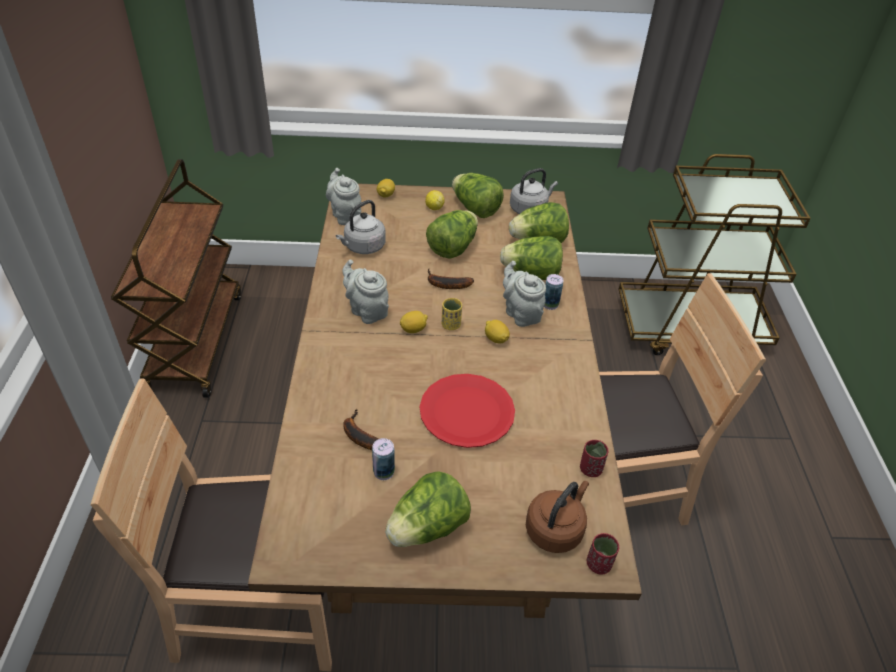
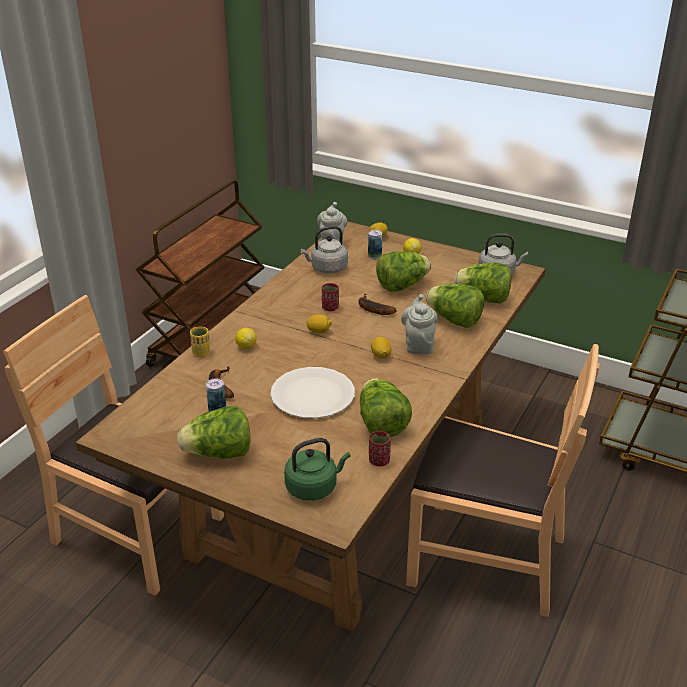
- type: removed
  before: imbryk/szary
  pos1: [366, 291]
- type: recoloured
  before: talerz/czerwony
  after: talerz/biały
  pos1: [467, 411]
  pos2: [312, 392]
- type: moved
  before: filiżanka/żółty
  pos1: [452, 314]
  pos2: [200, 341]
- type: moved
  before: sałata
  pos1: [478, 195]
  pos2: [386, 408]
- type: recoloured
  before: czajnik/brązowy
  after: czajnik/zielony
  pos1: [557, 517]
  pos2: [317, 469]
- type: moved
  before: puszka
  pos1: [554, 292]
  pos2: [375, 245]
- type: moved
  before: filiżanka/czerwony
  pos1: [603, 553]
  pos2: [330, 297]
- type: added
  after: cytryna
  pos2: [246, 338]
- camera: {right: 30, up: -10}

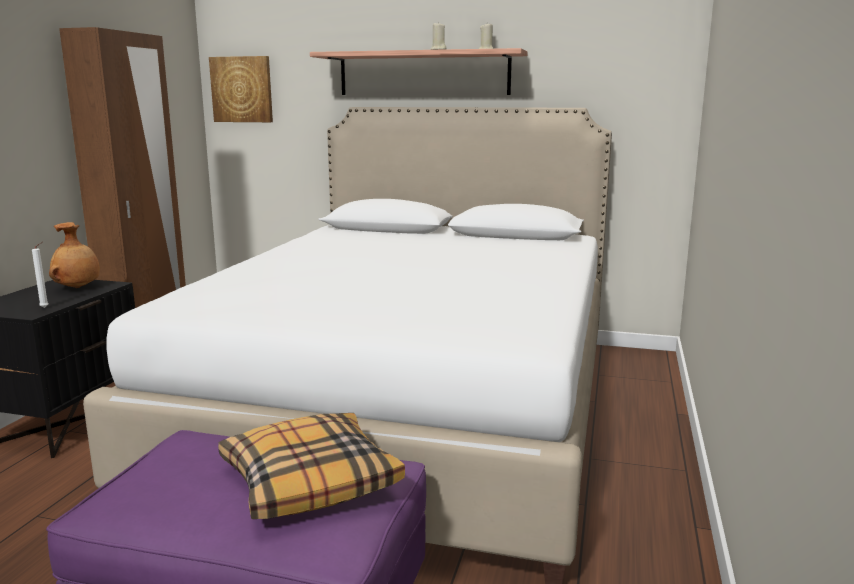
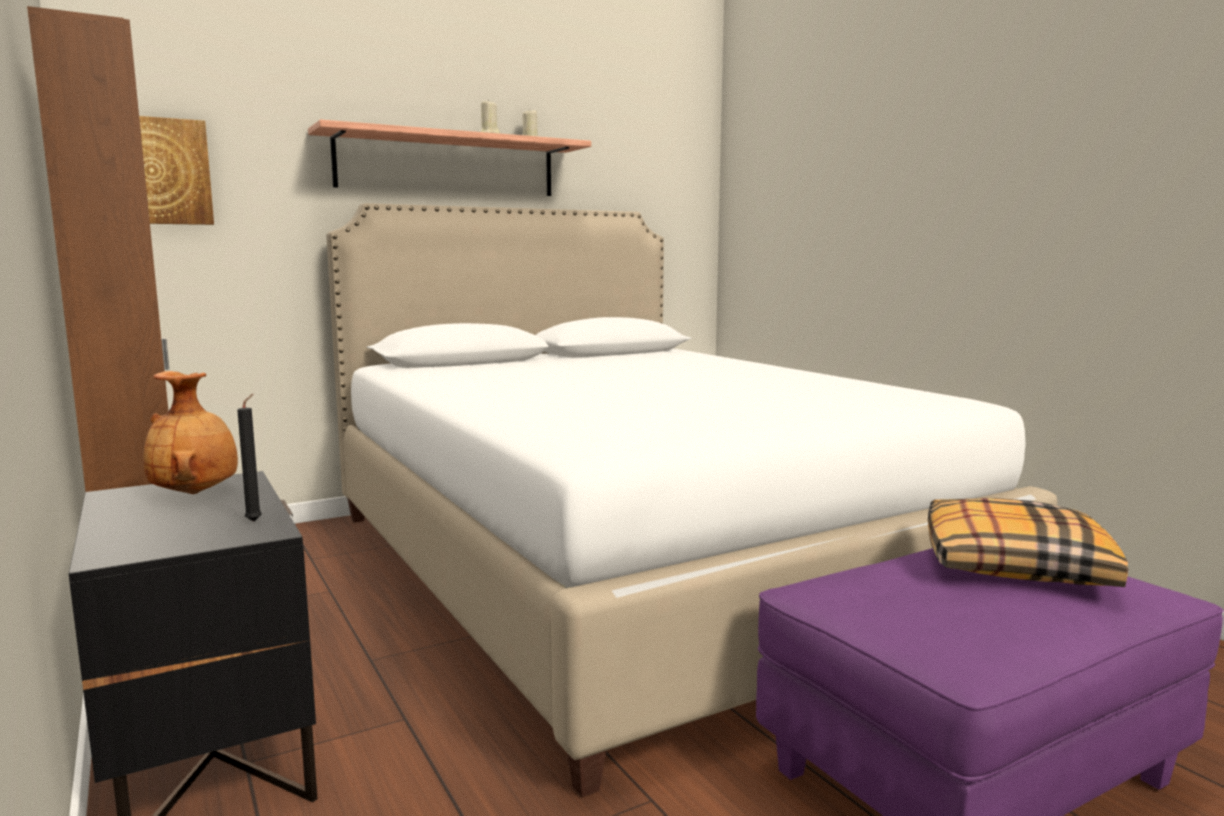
- type: recoloured
  before: świeca/biały
  after: świeca/czarny
  pos1: [40, 275]
  pos2: [249, 458]
- camera: {right: -45, up: -5}

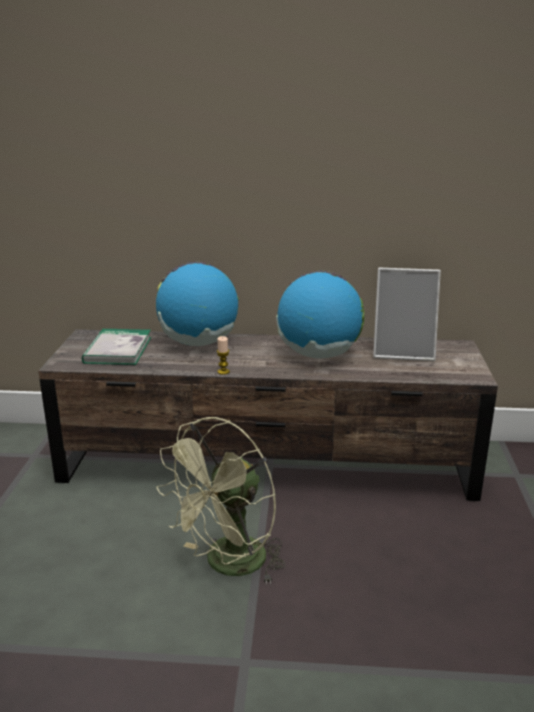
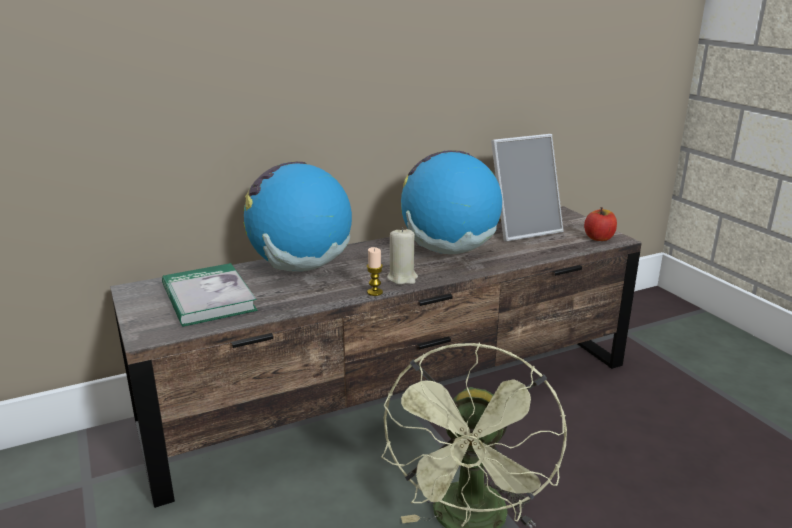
- type: added
  after: świeca/beżowy
  pos2: [402, 256]
- type: added
  after: jabłko
  pos2: [600, 224]
- camera: {right: -30, up: 0}

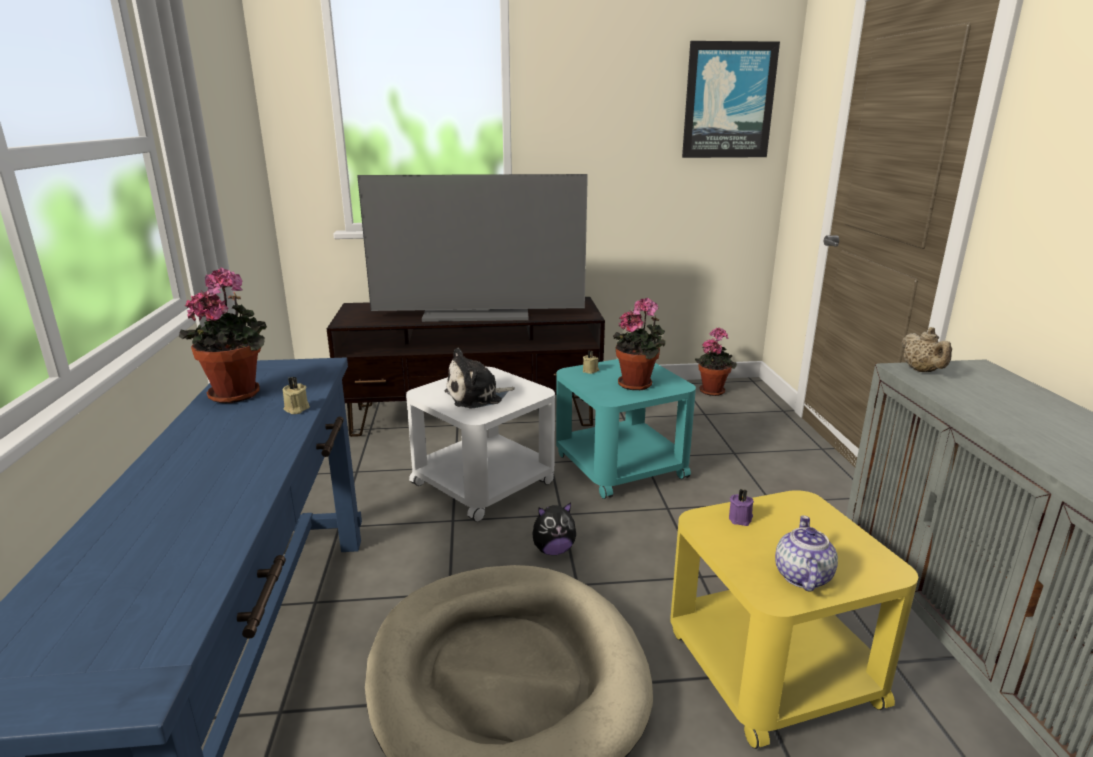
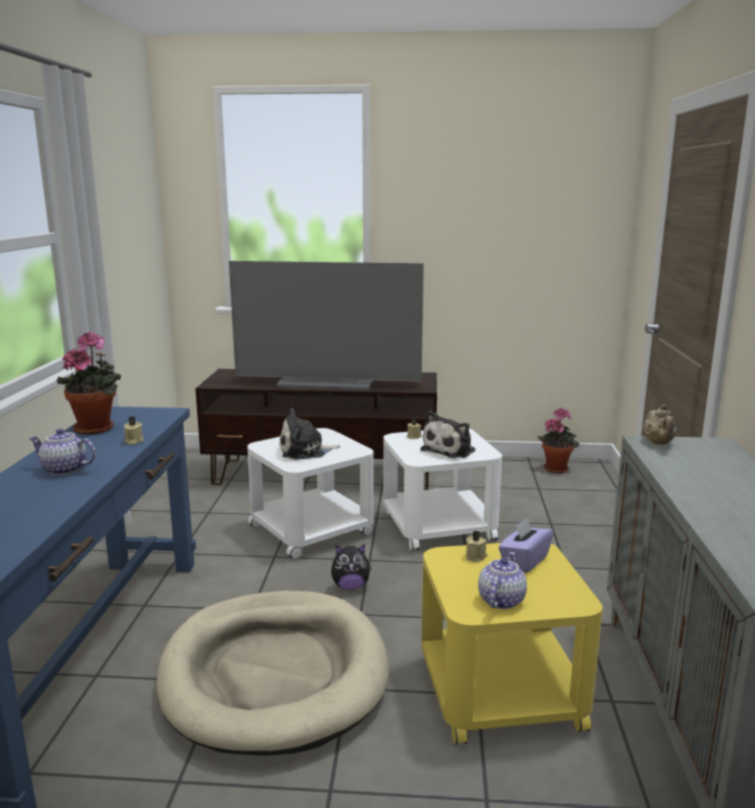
- type: recoloured
  before: stolik/turkusowy
  after: stolik/biały
  pos1: [626, 429]
  pos2: [442, 490]
- type: replaced
  before: roślina doniczkowa
  after: pluszak
  pos1: [639, 343]
  pos2: [447, 434]
- type: removed
  before: obraz
  pos1: [731, 99]
- type: recoloured
  before: świeca/fioletowy
  after: świeca/beżowy
  pos1: [741, 507]
  pos2: [477, 546]
- type: added
  after: imbryk
  pos2: [62, 452]
- type: added
  after: pudełko chusteczek/fioletowy
  pos2: [525, 545]
- camera: {right: 10, up: -5}

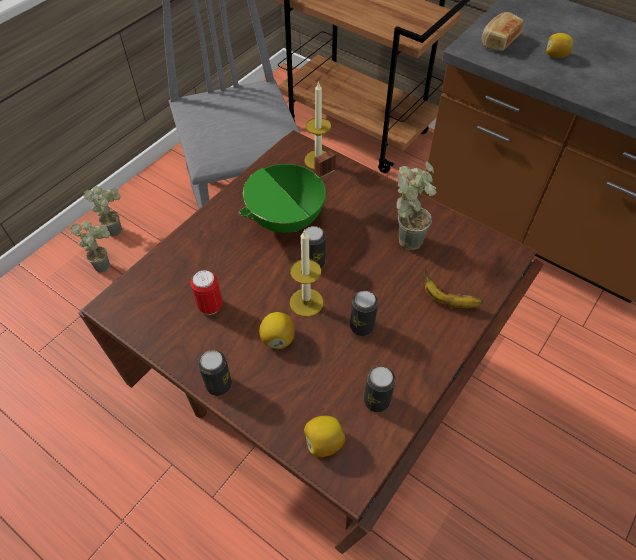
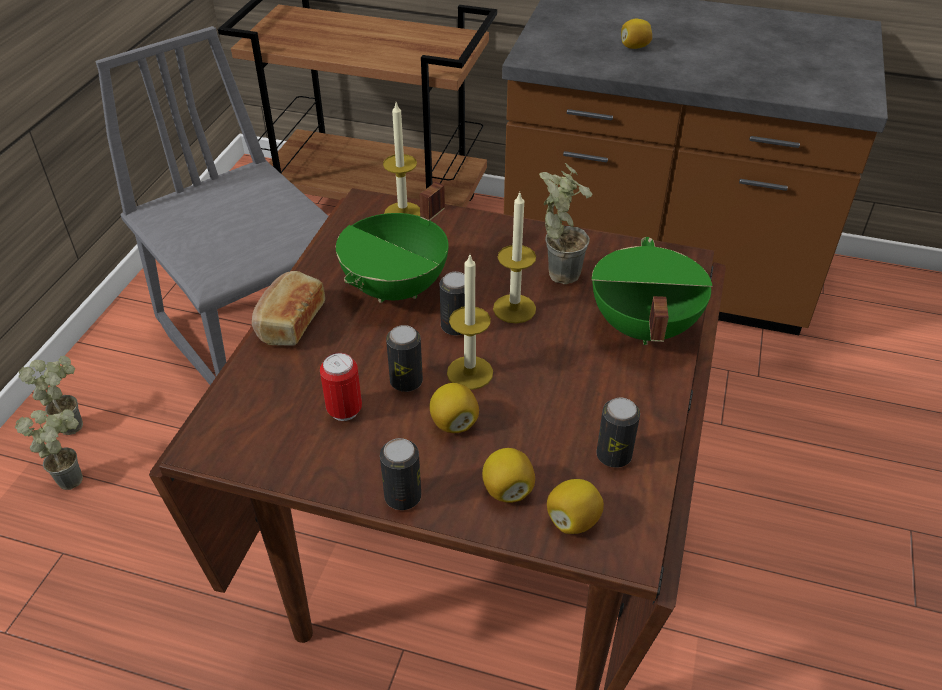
- type: moved
  before: puszka
  pos1: [364, 313]
  pos2: [404, 358]
- type: replaced
  before: banan
  after: garnek/zielony
  pos1: [454, 289]
  pos2: [652, 291]
- type: moved
  before: chleb
  pos1: [503, 31]
  pos2: [288, 308]
- type: added
  after: cytryna
  pos2: [508, 475]
- type: added
  after: świeca
  pos2: [514, 257]
- camera: {right: -20, up: -10}

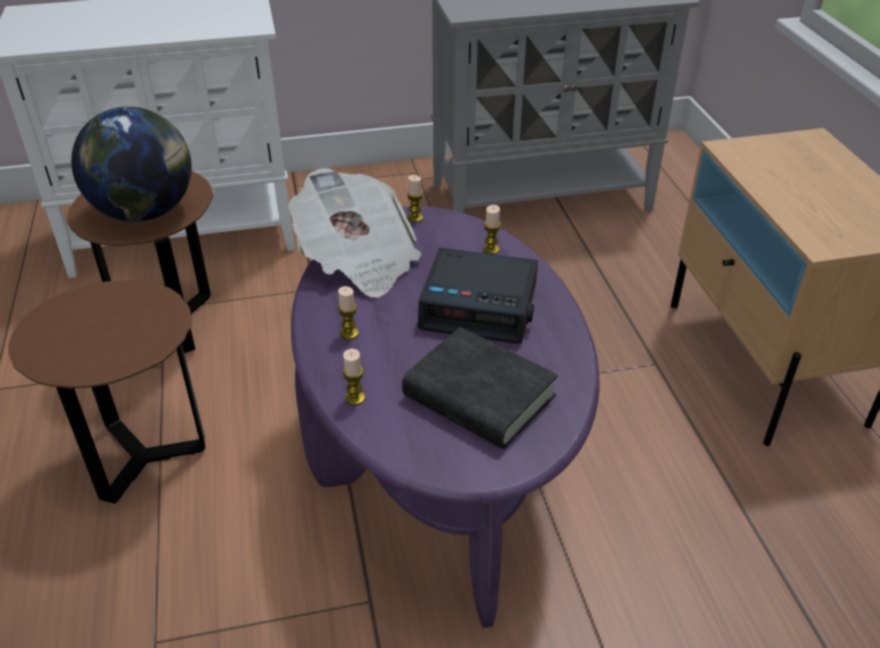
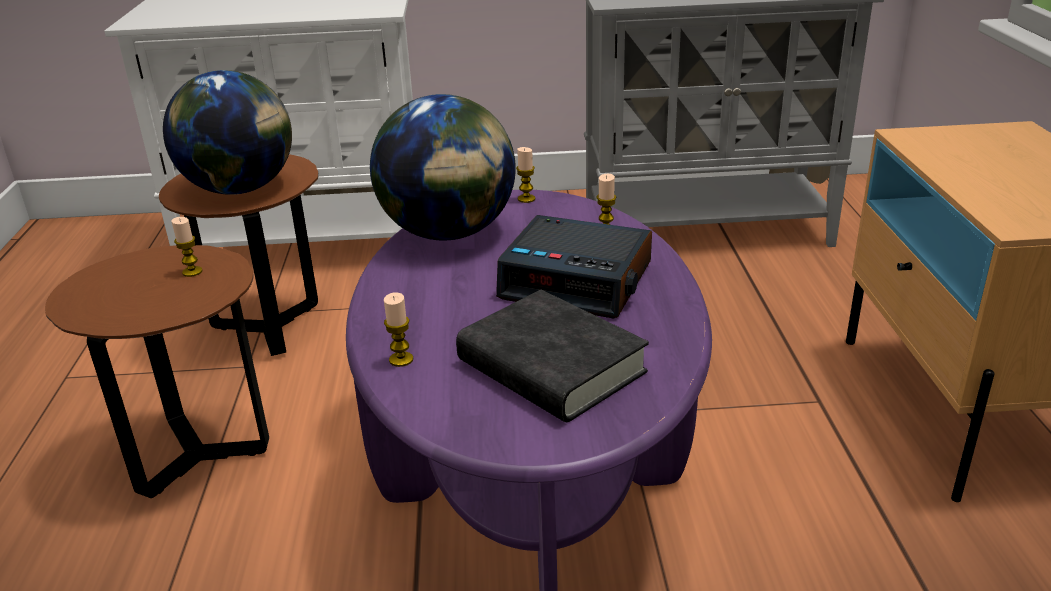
- type: replaced
  before: gazeta
  after: globus
  pos1: [354, 232]
  pos2: [443, 167]
- type: moved
  before: świeca
  pos1: [348, 313]
  pos2: [186, 247]
- camera: {right: 10, up: -10}

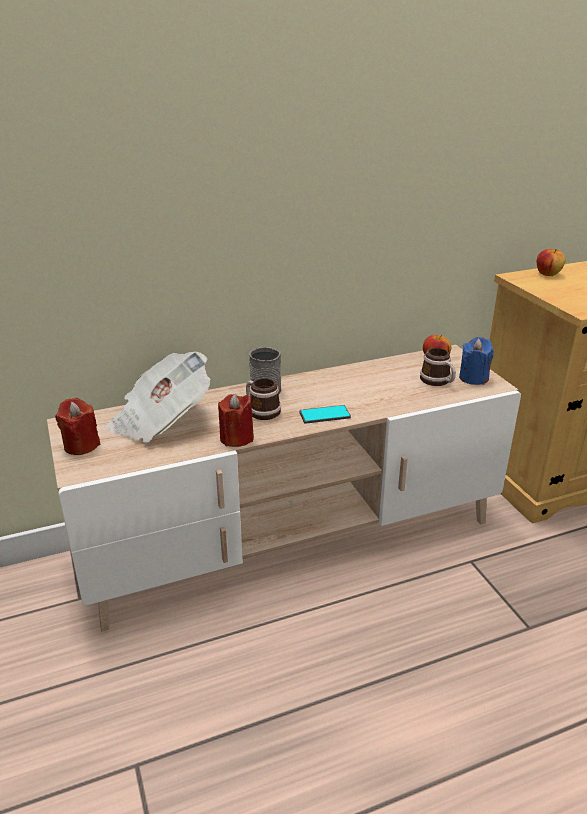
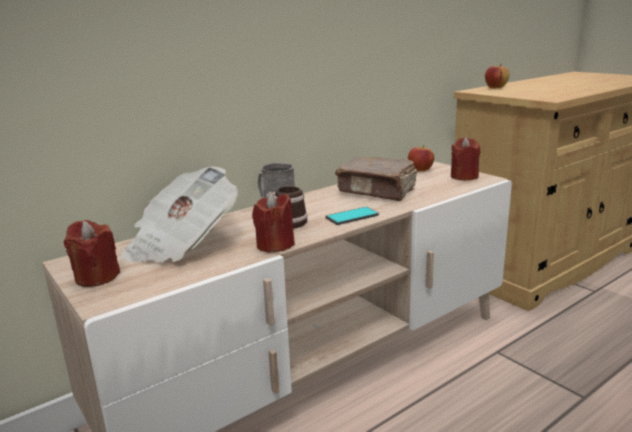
- type: removed
  before: kubek
  pos1: [438, 367]
- type: recoloured
  before: świeca/niebieski
  after: świeca/czerwony
  pos1: [476, 361]
  pos2: [465, 158]
- type: added
  after: książka/brązowy
  pos2: [376, 179]
- camera: {right: -15, up: -10}

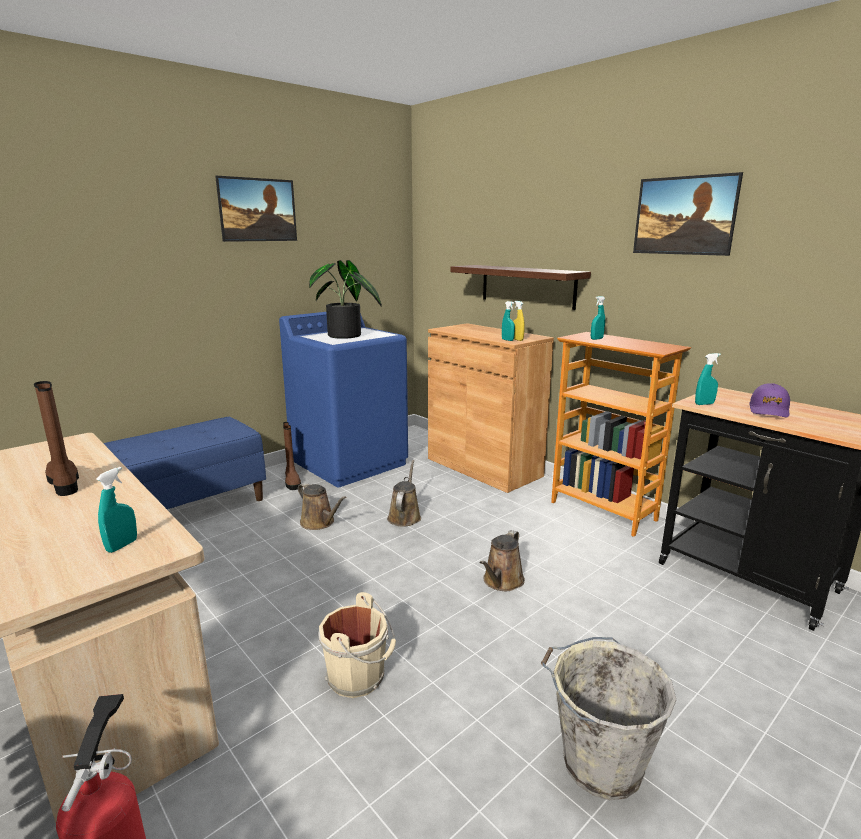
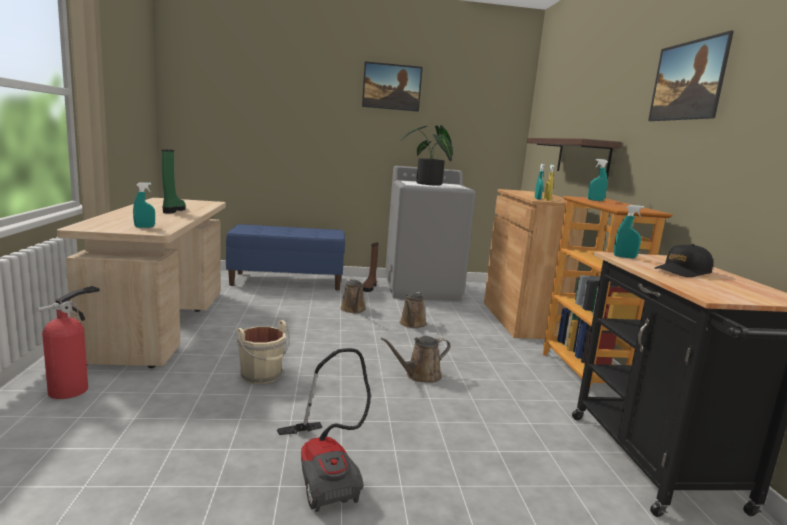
- type: recoloured
  before: but z cholewką/brązowy
  after: but z cholewką/zielony
  pos1: [56, 438]
  pos2: [173, 181]
- type: recoloured
  before: pralka/niebieski
  after: pralka/szary
  pos1: [343, 399]
  pos2: [430, 233]
- type: turned
  before: konewka/brązowy
  pos1: [404, 493]
  pos2: [413, 310]
  turn: 150
- type: replaced
  before: wiadro/szary
  after: odkurzacz
  pos1: [608, 718]
  pos2: [324, 430]
- type: recoloured
  before: czapka z daszkiem/fioletowy
  after: czapka z daszkiem/czarny
  pos1: [769, 400]
  pos2: [684, 260]
- camera: {right: 35, up: -5}

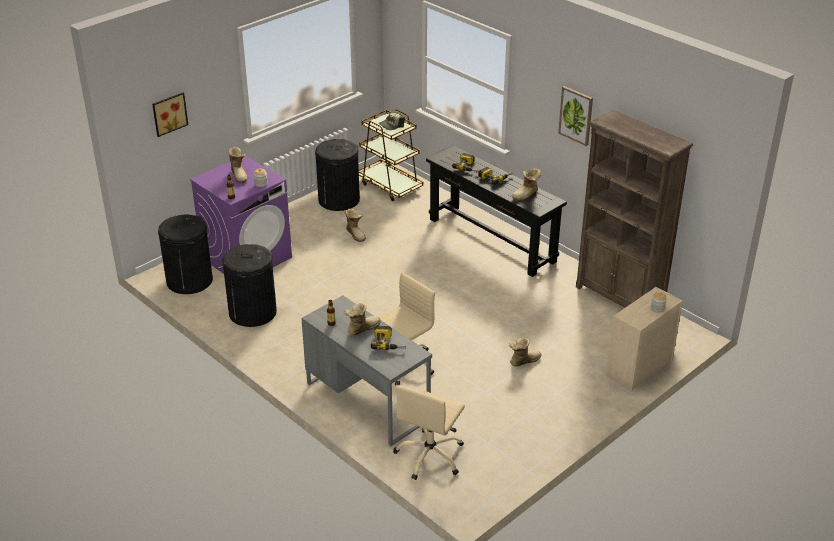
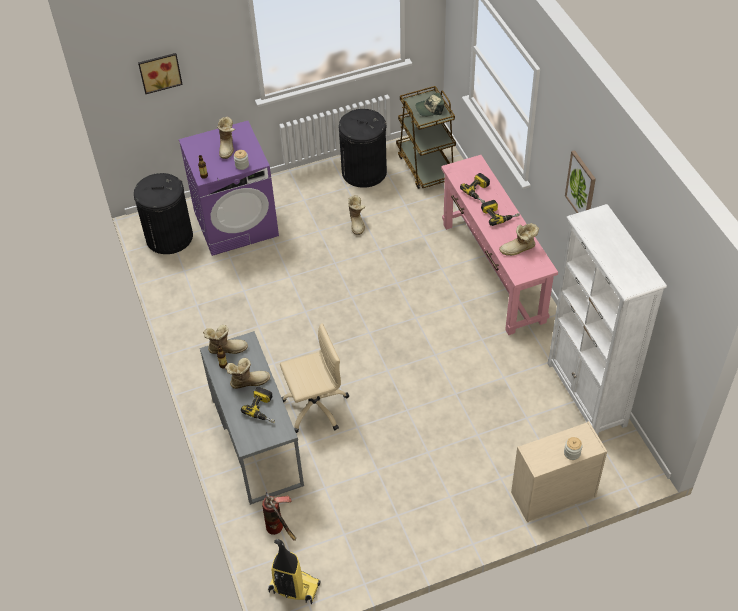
- type: removed
  before: kosz na śmieci/czarny
  pos1: [249, 285]
- type: replaced
  before: krzesło biurowe/beżowy
  after: gaśnica
  pos1: [429, 432]
  pos2: [279, 516]
- type: recoloured
  before: stolik konsolowy/czarny
  after: stolik konsolowy/różowy
  pos1: [496, 211]
  pos2: [499, 245]
- type: moved
  before: but z cholewką
  pos1: [525, 352]
  pos2: [225, 339]
- type: recoloured
  before: regał/brązowy
  after: regał/biały
  pos1: [634, 209]
  pos2: [607, 319]
- type: added
  after: odkurzacz
  pos2: [294, 571]
- camera: {right: 25, up: 15}

